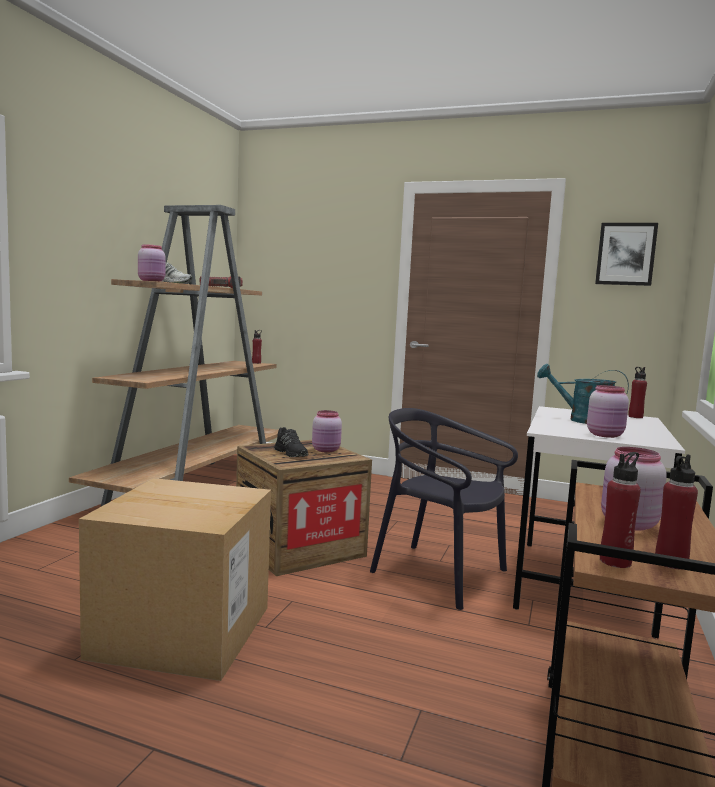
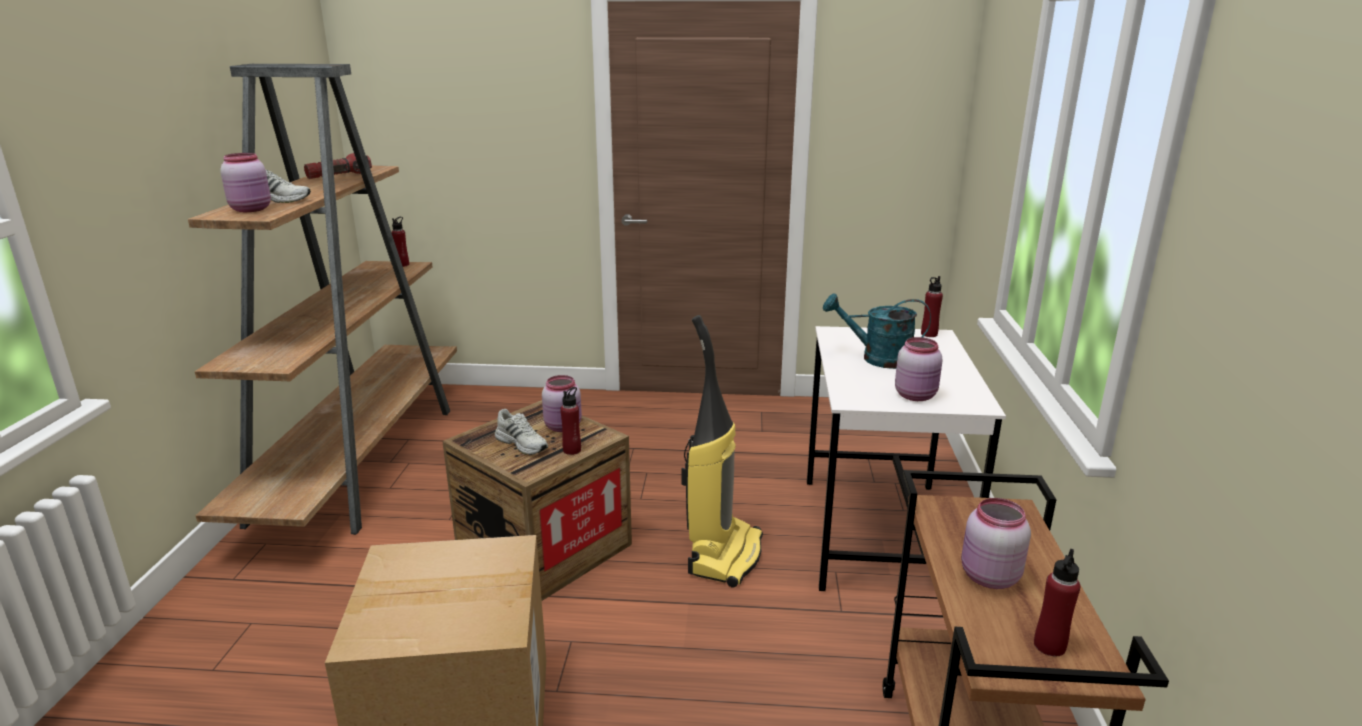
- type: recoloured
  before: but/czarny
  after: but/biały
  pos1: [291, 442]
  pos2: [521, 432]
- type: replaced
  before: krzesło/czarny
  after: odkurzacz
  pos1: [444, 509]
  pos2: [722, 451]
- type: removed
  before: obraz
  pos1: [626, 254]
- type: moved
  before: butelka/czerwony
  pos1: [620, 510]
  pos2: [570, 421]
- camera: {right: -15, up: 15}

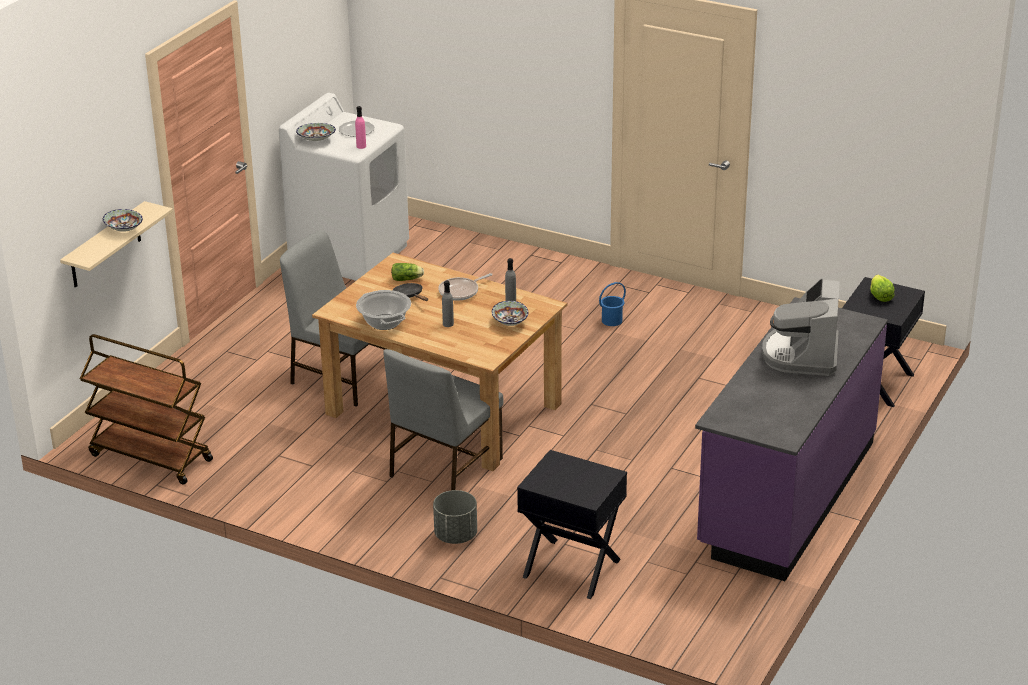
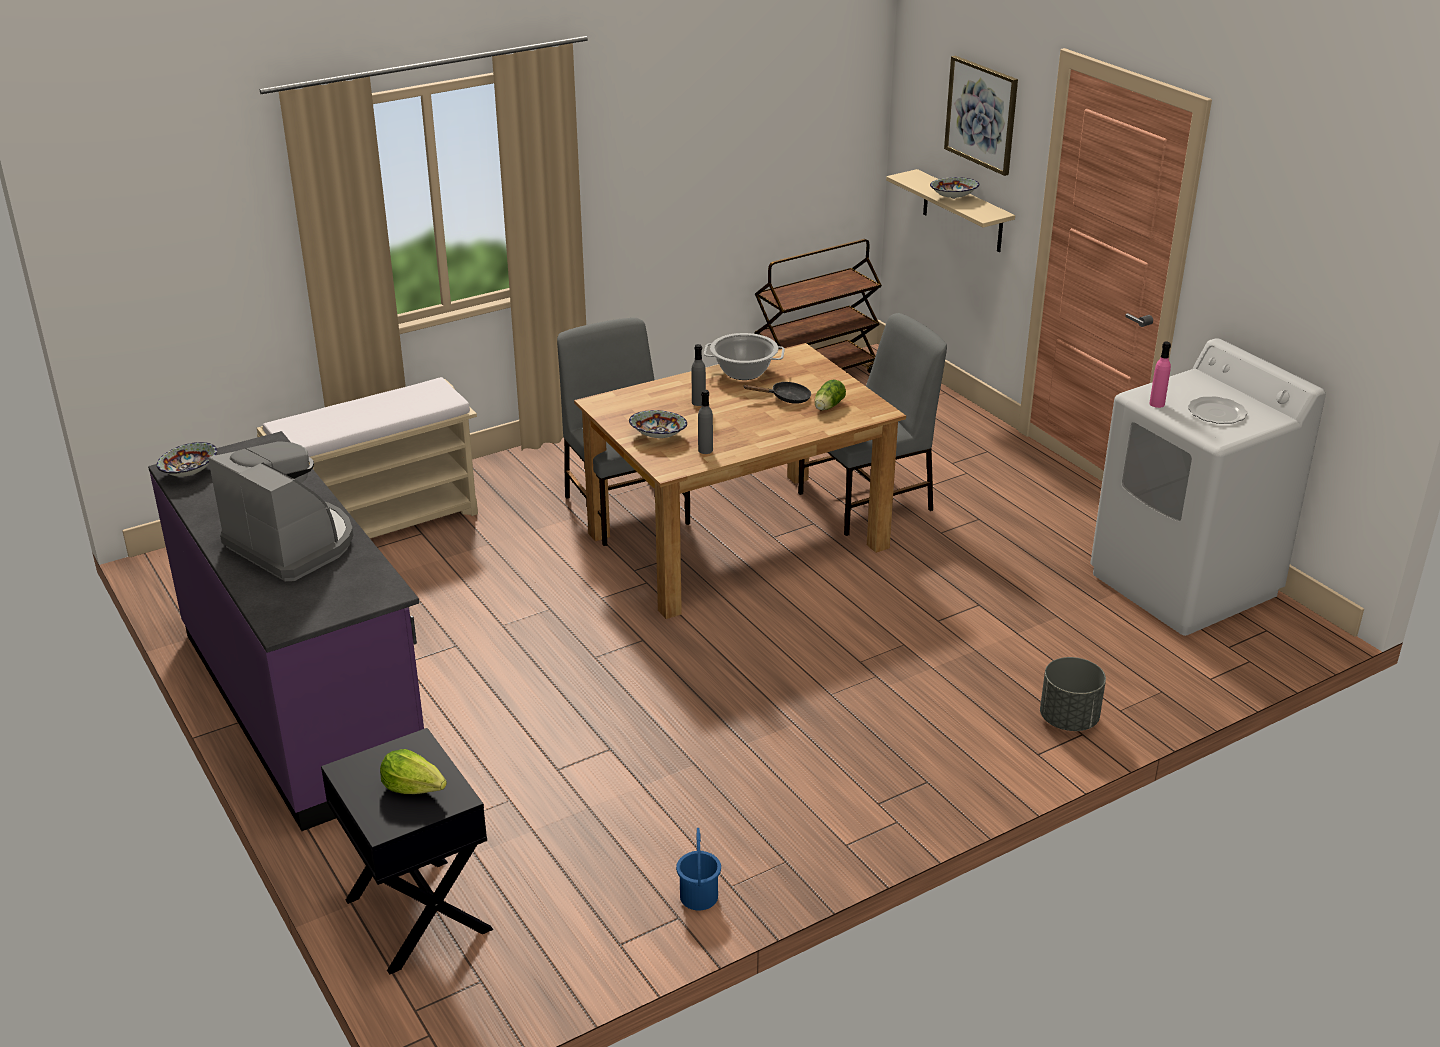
- type: moved
  before: miska
  pos1: [316, 132]
  pos2: [187, 459]
- type: moved
  before: donica/szary
  pos1: [455, 517]
  pos2: [1073, 694]
- type: removed
  before: patelnia
  pos1: [465, 287]
- type: replaced
  before: szafka nocna/czarny
  after: ławka/beżowy
  pos1: [572, 524]
  pos2: [367, 457]
- type: moved
  before: wiadro/niebieski
  pos1: [612, 304]
  pos2: [698, 869]
- type: added
  after: obraz
  pos2: [981, 116]
- camera: {right: 120, up: 0}

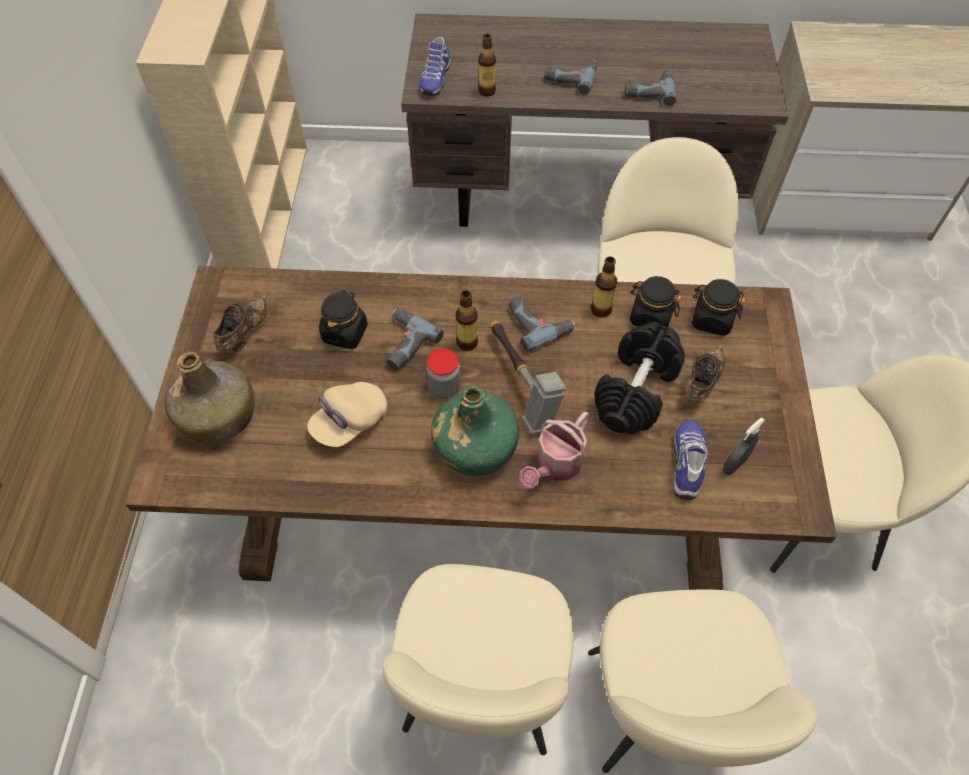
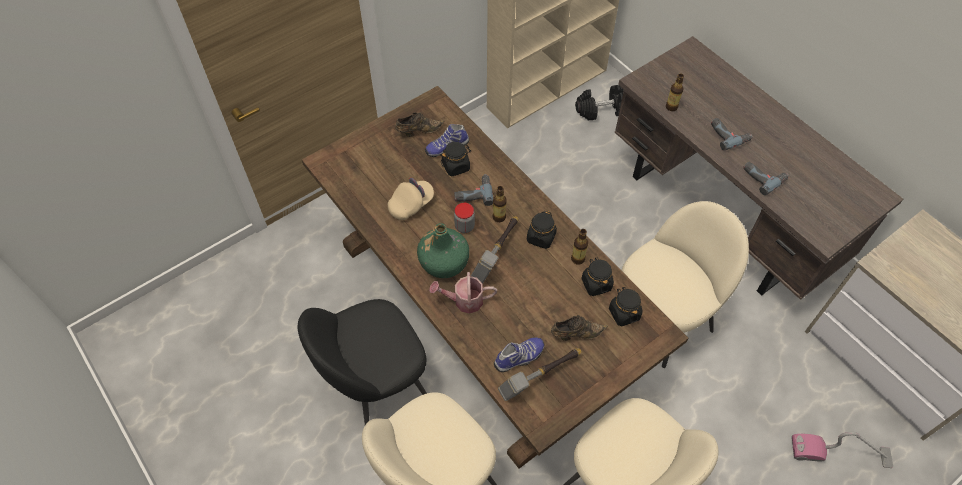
- type: removed
  before: butelka/zielony
  pos1: [210, 397]
- type: turned
  before: czapka z daszkiem/beżowy
  pos1: [347, 414]
  pos2: [411, 199]
  turn: 135
- type: recoloured
  before: krzesło/beżowy
  after: krzesło/czarny
  pos1: [478, 659]
  pos2: [362, 362]
- type: moved
  before: but
  pos1: [435, 66]
  pos2: [447, 140]
- type: replaced
  before: wiertarka
  after: słoik/czarny
  pos1: [542, 324]
  pos2: [542, 230]
- type: moved
  before: hantel/czarny
  pos1: [639, 378]
  pos2: [599, 102]
- type: replaced
  before: spryskiwacz/szary
  after: młotek
  pos1: [744, 446]
  pos2: [539, 374]
- type: added
  after: odkurzacz
  pos2: [842, 450]
- camera: {right: 50, up: 0}

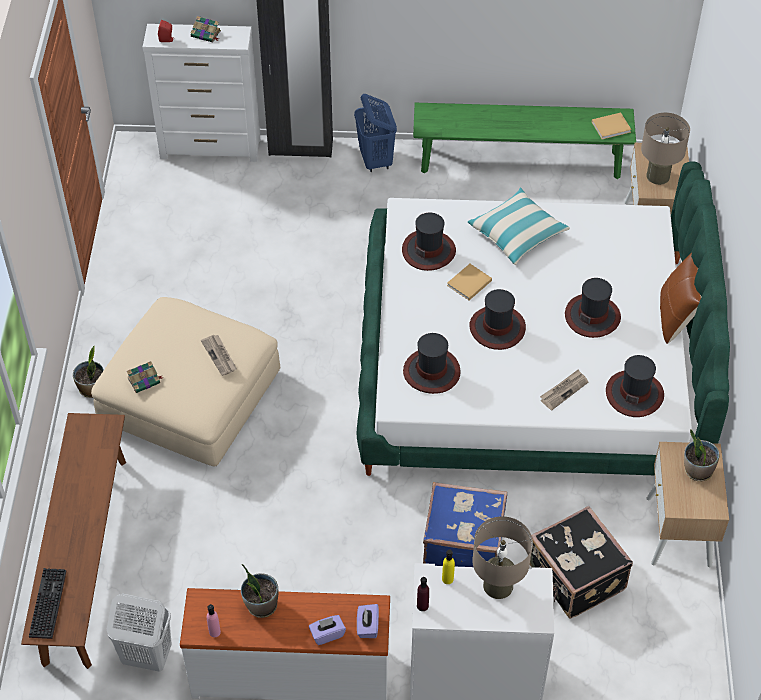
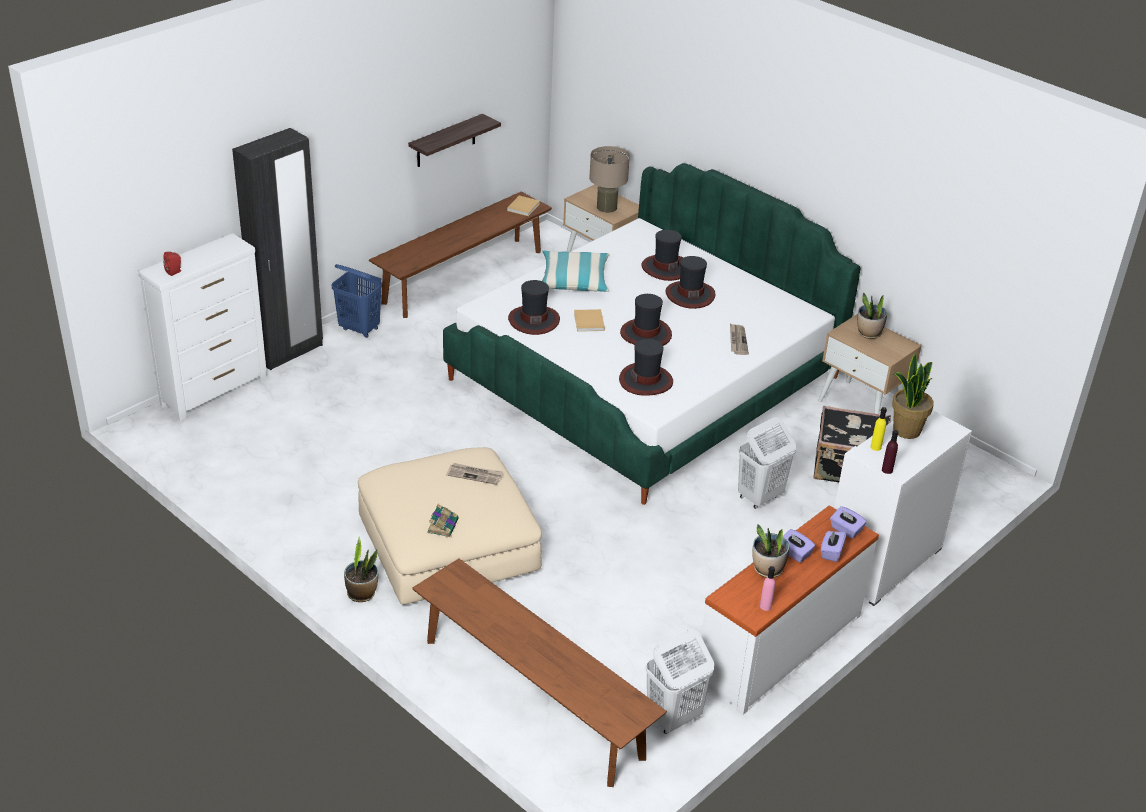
- type: removed
  before: klawiatura
  pos1: [47, 603]
- type: removed
  before: książka
  pos1: [206, 29]
- type: recoloured
  before: ławka/zielony
  after: ławka/brązowy
  pos1: [524, 141]
  pos2: [460, 255]
- type: replaced
  before: walizka/niebieski
  after: kosz na pranie/biały
  pos1: [465, 524]
  pos2: [767, 463]
- type: replaced
  before: lampa stołowa/beżowy
  after: roślina doniczkowa
  pos1: [502, 557]
  pos2: [913, 396]
- type: moved
  before: kapelusz
  pos1: [635, 386]
  pos2: [662, 255]
- type: removed
  before: poduszka/brązowy
  pos1: [681, 298]
- type: added
  after: półka
  pos2: [454, 140]
- type: added
  after: pudełko chusteczek/fioletowy
  pos2: [799, 546]
- camera: {right: -50, up: -15}

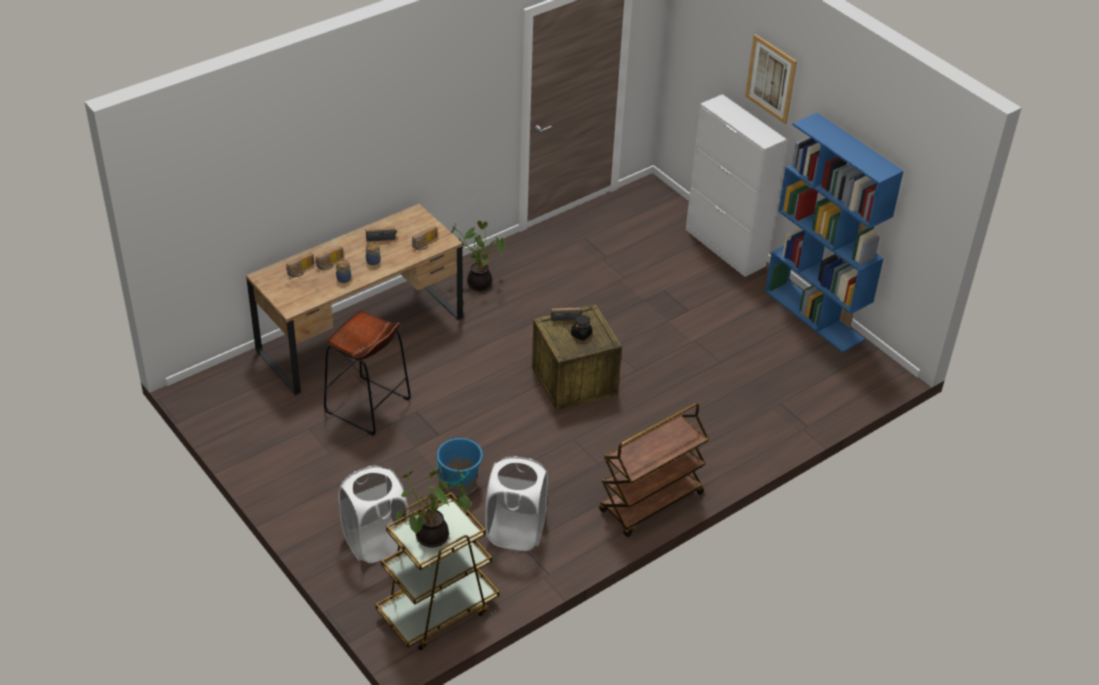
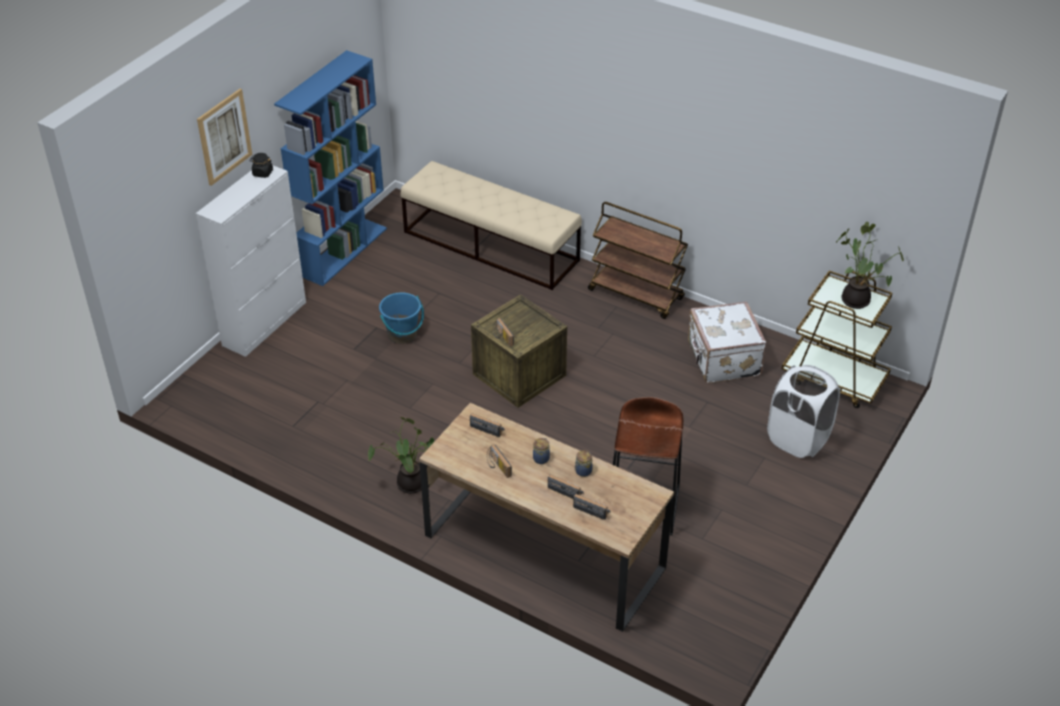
- type: moved
  before: wiadro/niebieski
  pos1: [460, 466]
  pos2: [401, 318]
- type: replaced
  before: kosz na pranie/biały
  after: walizka/biały
  pos1: [516, 503]
  pos2: [727, 342]
- type: moved
  before: słoik/czarny
  pos1: [581, 328]
  pos2: [261, 165]
- type: added
  after: ławka/beżowy
  pos2: [491, 225]
- camera: {right: -110, up: 0}

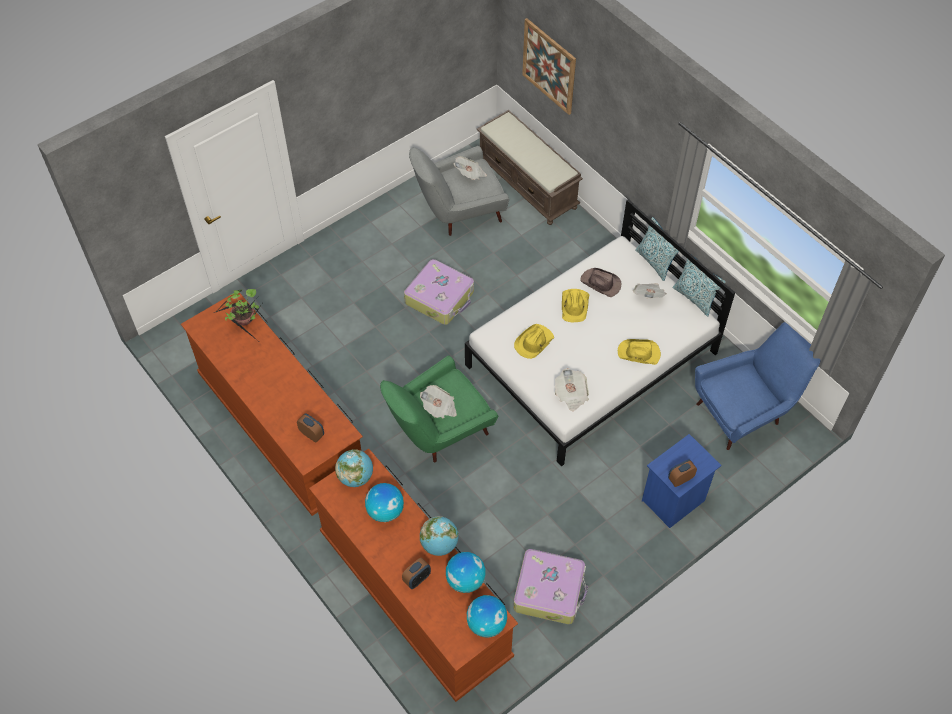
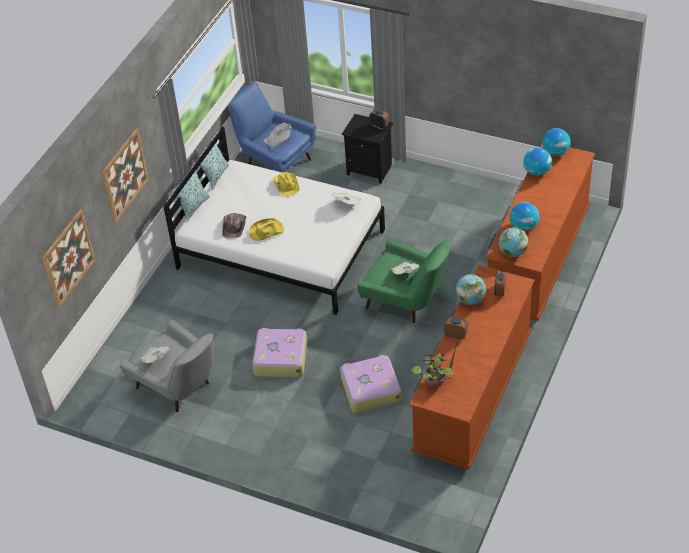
- type: moved
  before: budzik
  pos1: [416, 573]
  pos2: [456, 328]
- type: moved
  before: globus
  pos1: [439, 536]
  pos2: [471, 289]
- type: removed
  before: ławka/brązowy
  pos1: [530, 167]
- type: moved
  before: walizka
  pos1: [550, 586]
  pos2: [370, 384]
- type: removed
  before: kapelusz/żółty
  pos1: [534, 341]
- type: moved
  before: gazeta
  pos1: [649, 290]
  pos2: [278, 135]
- type: recoloured
  before: szafka nocna/niebieski
  after: szafka nocna/czarny
  pos1: [681, 481]
  pos2: [367, 149]
- type: added
  after: obraz
  pos2: [125, 176]
- camera: {right: -115, up: -10}

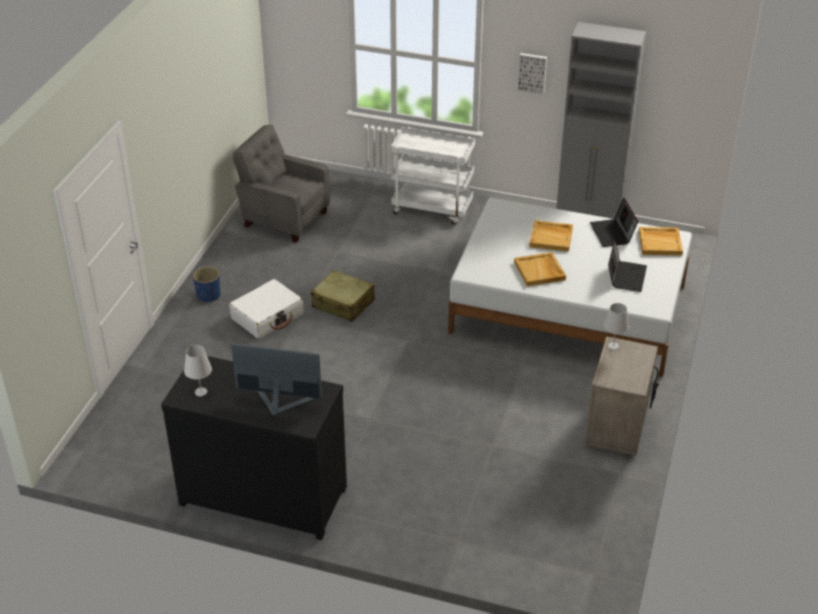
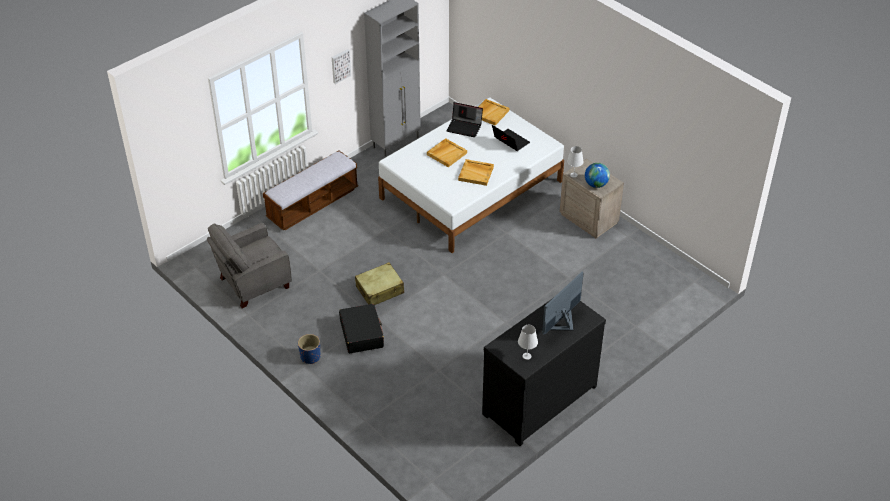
- type: recoloured
  before: walizka/biały
  after: walizka/czarny
  pos1: [266, 309]
  pos2: [361, 329]
- type: replaced
  before: wózek/biały
  after: ławka
  pos1: [433, 176]
  pos2: [310, 190]
- type: added
  after: globus
  pos2: [597, 175]
- camera: {right: -60, up: 5}

